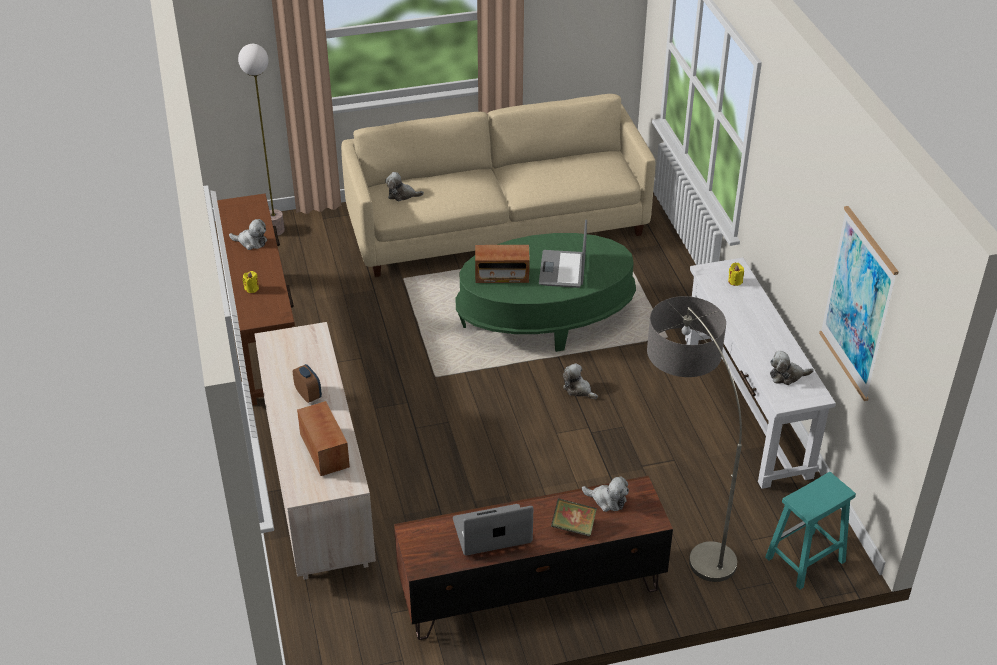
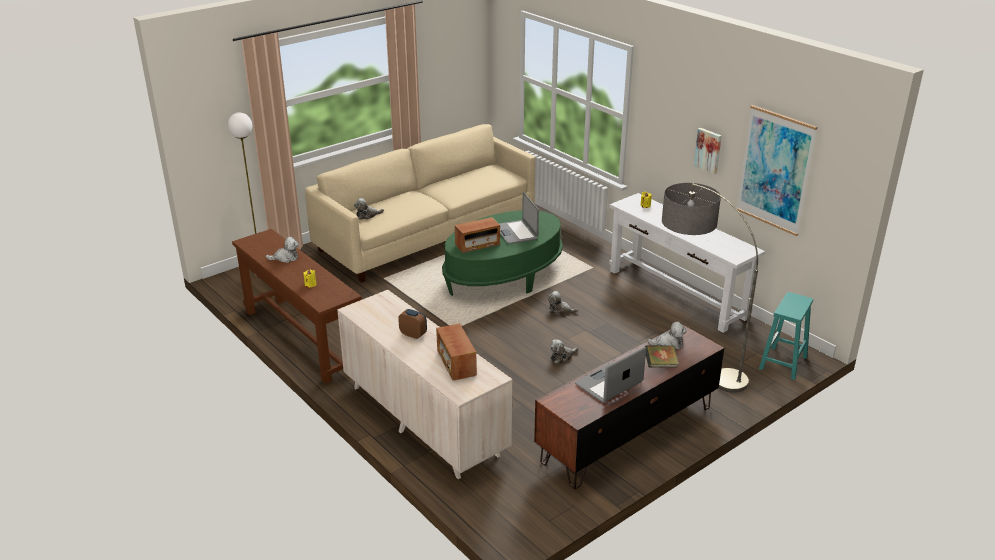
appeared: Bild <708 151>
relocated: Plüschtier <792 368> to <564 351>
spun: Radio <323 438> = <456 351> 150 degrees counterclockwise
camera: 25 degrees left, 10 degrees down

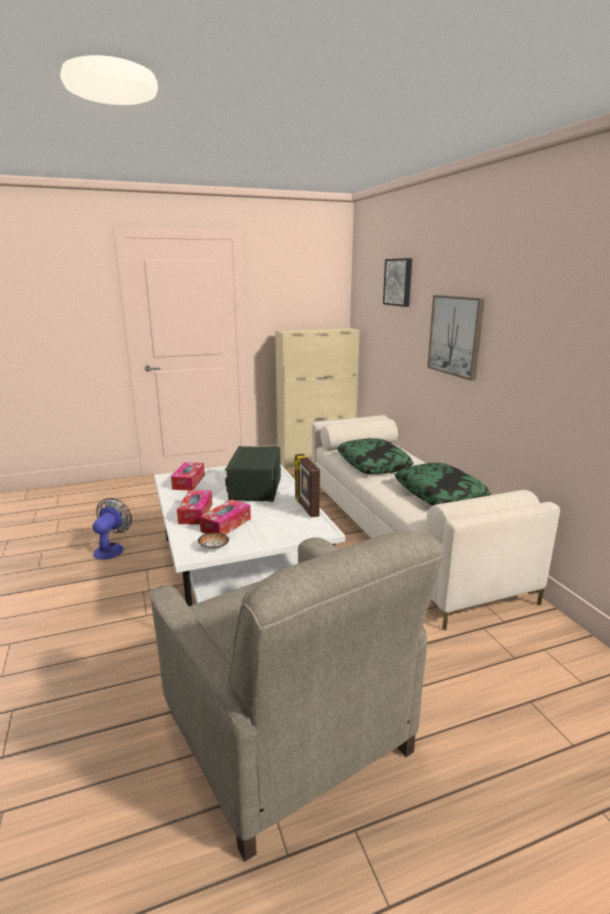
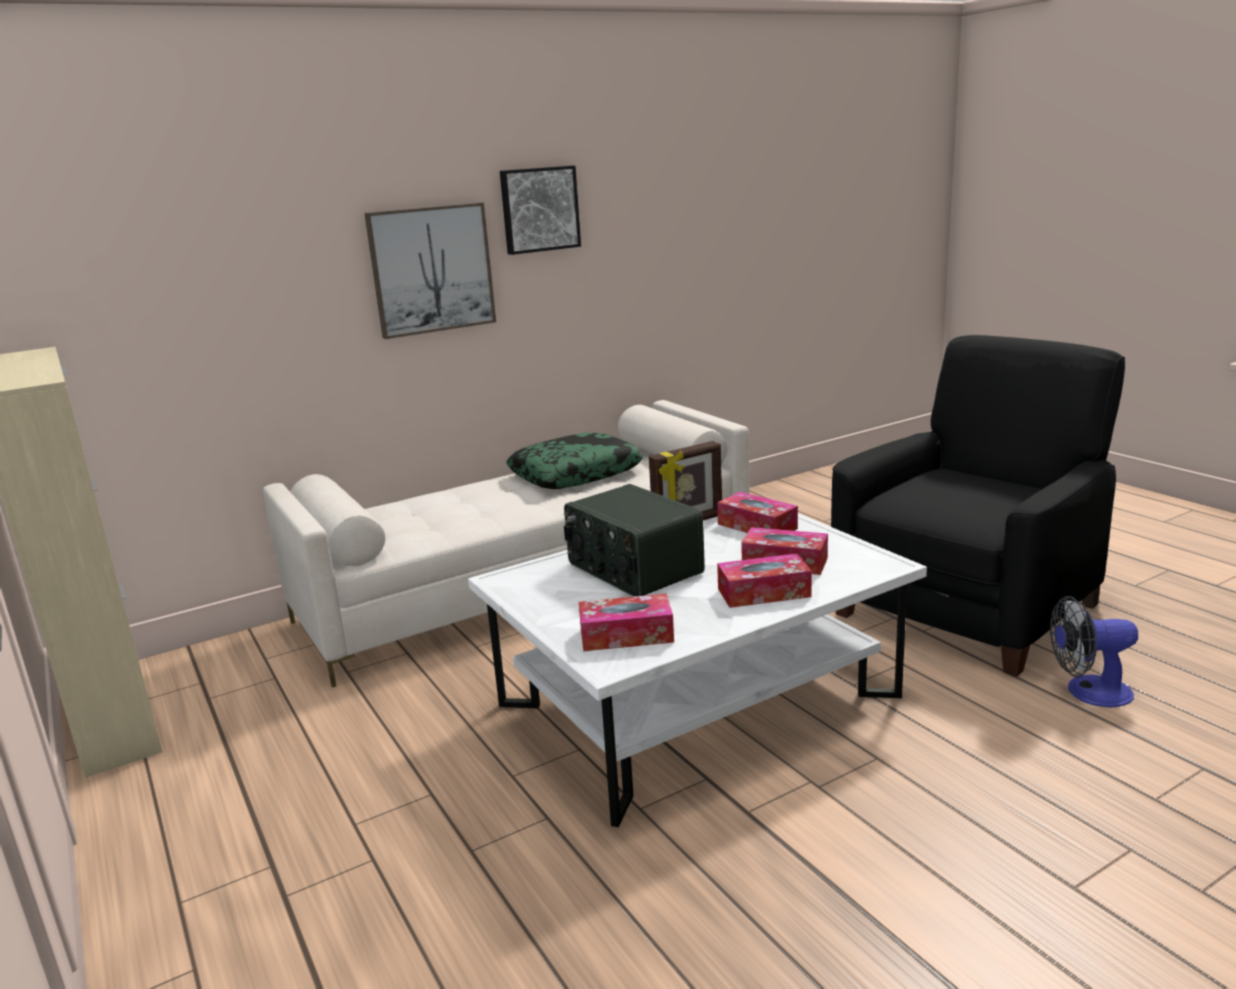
missing: Kissen <375 456>; Schüssel <213 541>
appeared: Taschentuchbox <757 512>
relocated: Bild <397 282> to <540 210>; Ventilator <112 529> to <1094 651>
colour: Sessel/beige <296 696> to Sessel/schwarz <978 506>
spun: Radio <253 474> = <634 540> 60 degrees clockwise
camera: 100 degrees left, 0 degrees up

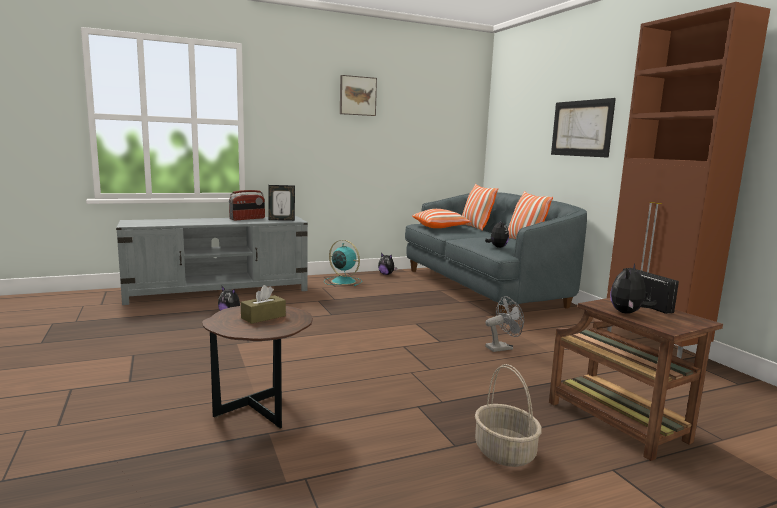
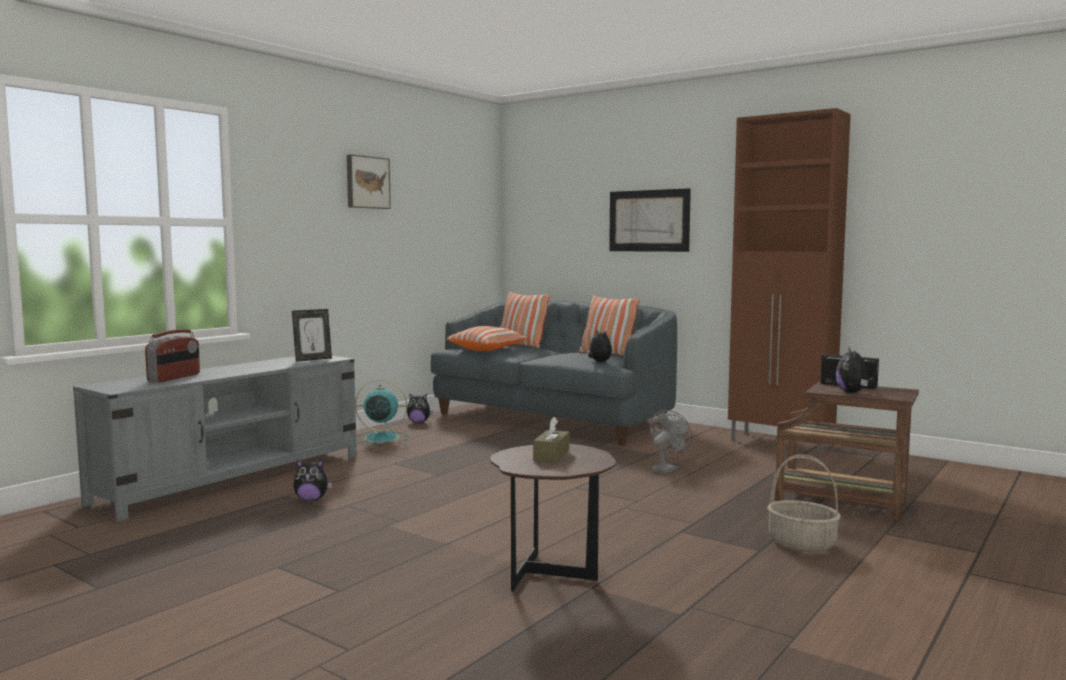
relocated: Radio <247 205> to <172 355>
camera: 30 degrees left, 5 degrees down

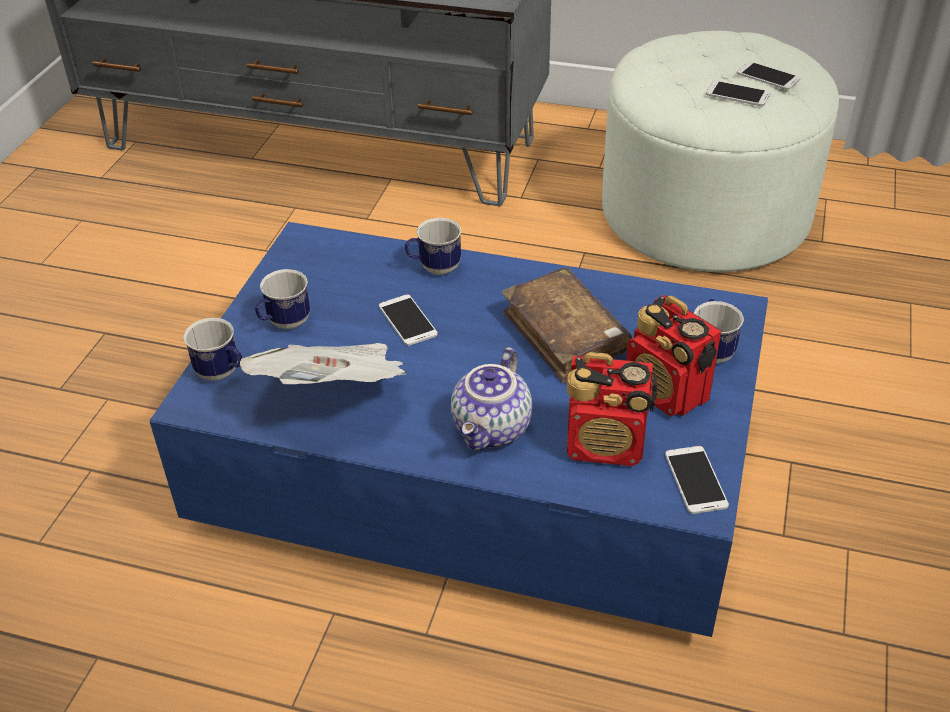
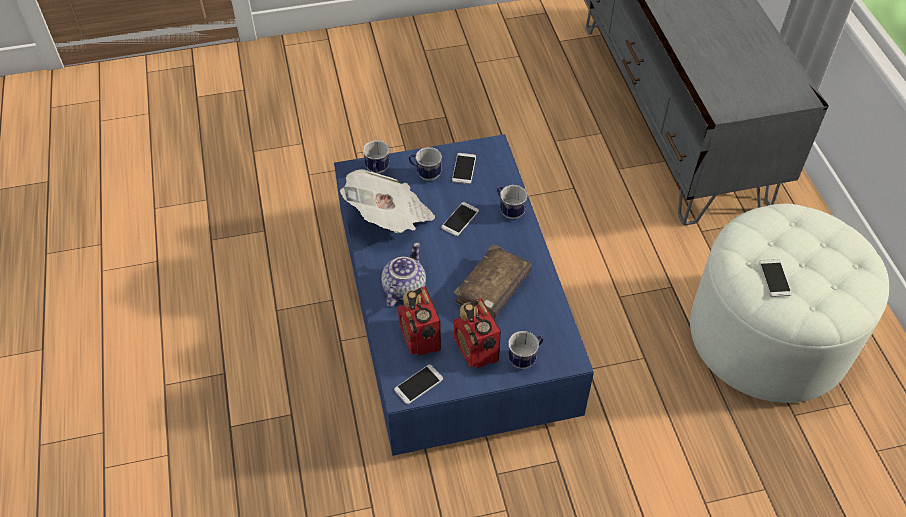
relocated: Handy <768 75> to <464 168>
spun: Radio <673 355> = <477 333> 45 degrees counterclockwise; Teekanne <491 398> = <403 274> 120 degrees clockwise
camera: 60 degrees right, 10 degrees up

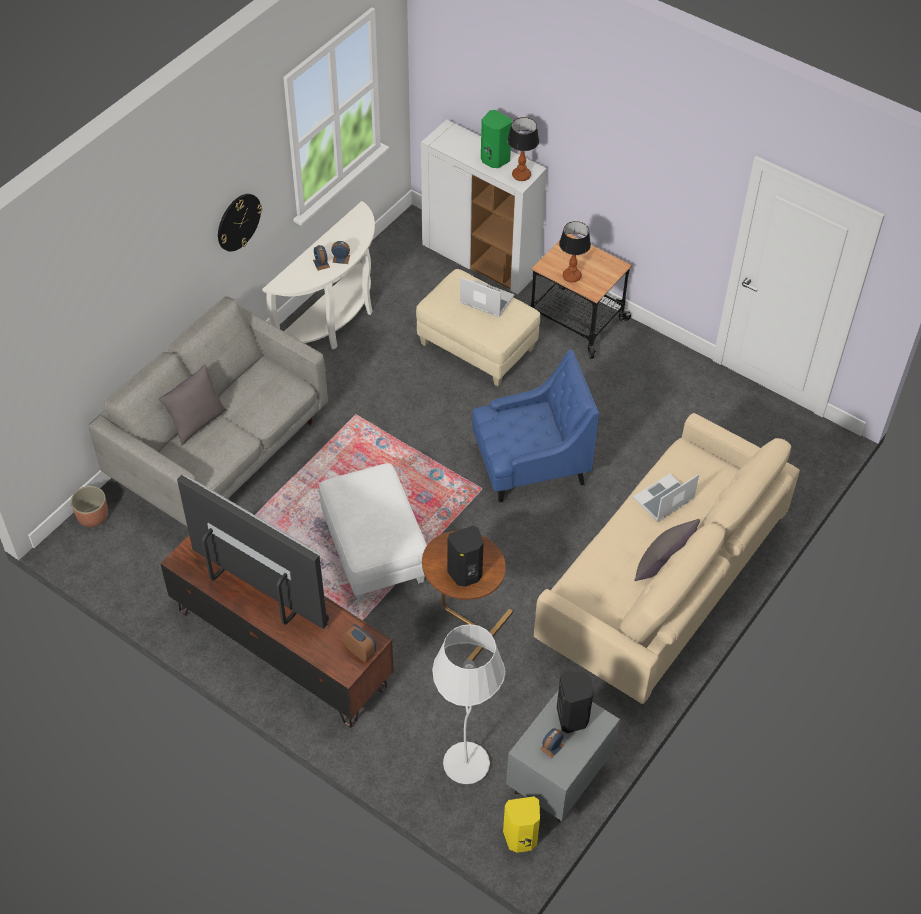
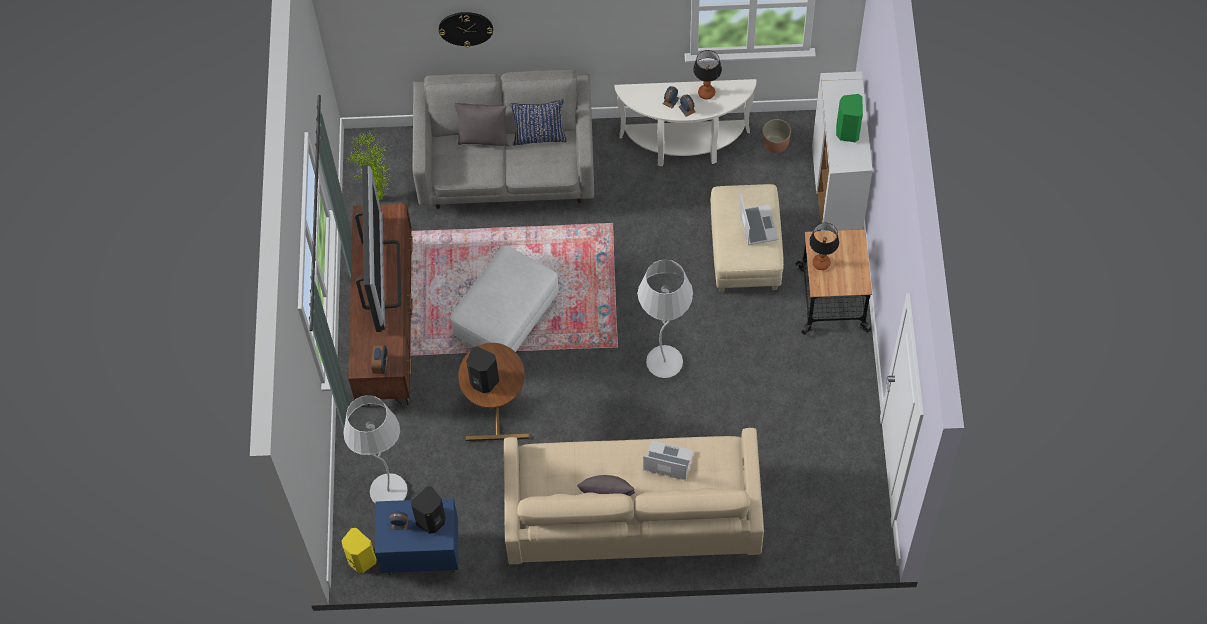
appeared: Kissen/blau <538 122>; Topfpflanze <368 164>
relocated: Tischlampe <523 149> to <707 75>; Wanduhr <240 223> to <466 29>; Pflanzkübel <89 506> to <776 136>
exchanged: Sessel/blau <535 426> to Stehlampe/weiß <665 318>
colour: Nachttisch/grau <563 756> to Nachttisch/blau <416 536>
camera: 55 degrees right, 10 degrees up

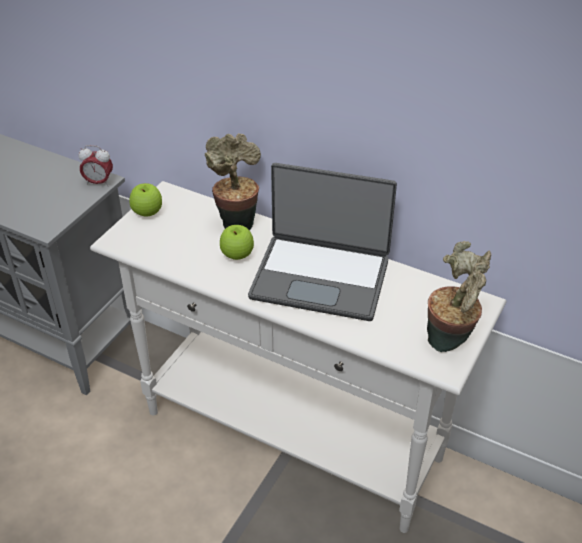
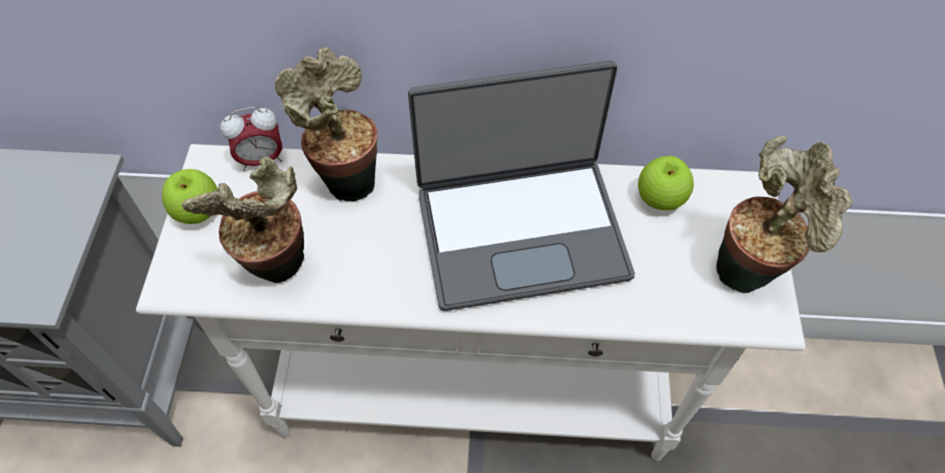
appeared: Topfpflanze <243 220>
relocated: Wecker <95 166> to <251 139>; Apfel <237 242> to <666 183>
camera: 25 degrees left, 15 degrees up

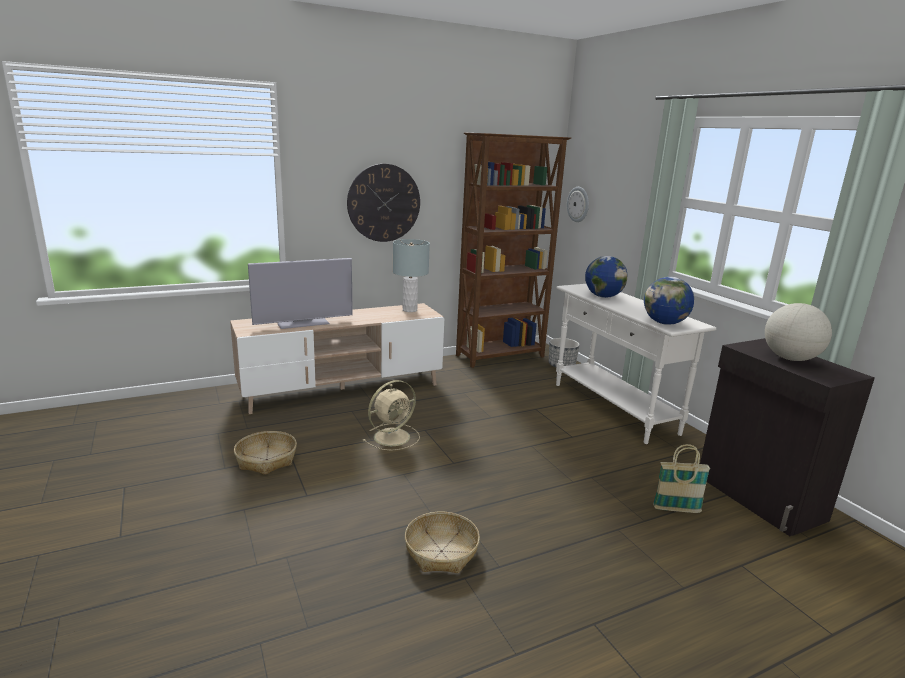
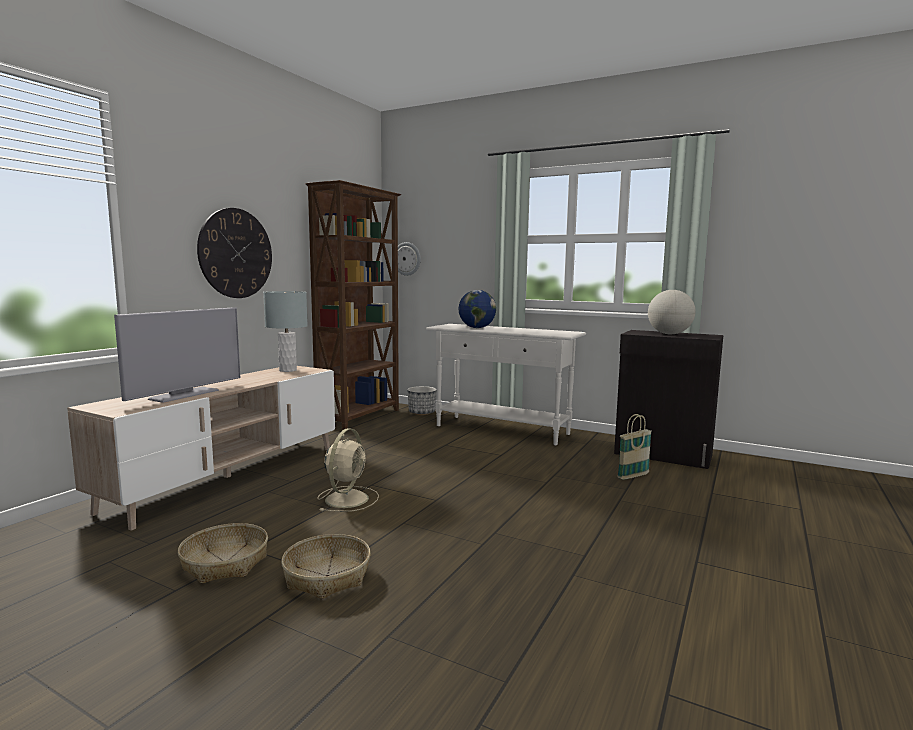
missing: Globus <669 301>
relocated: Korb <442 542> to <326 566>
camera: 35 degrees left, 10 degrees down

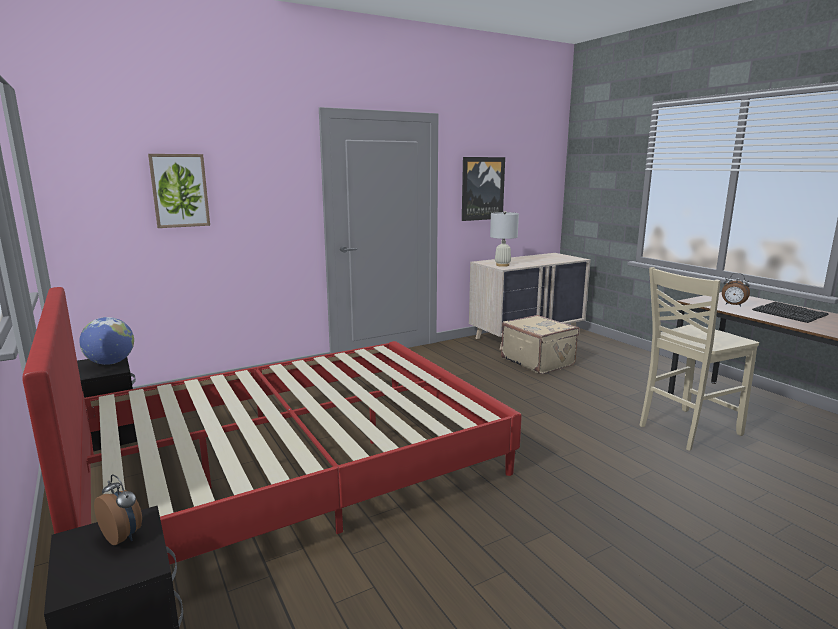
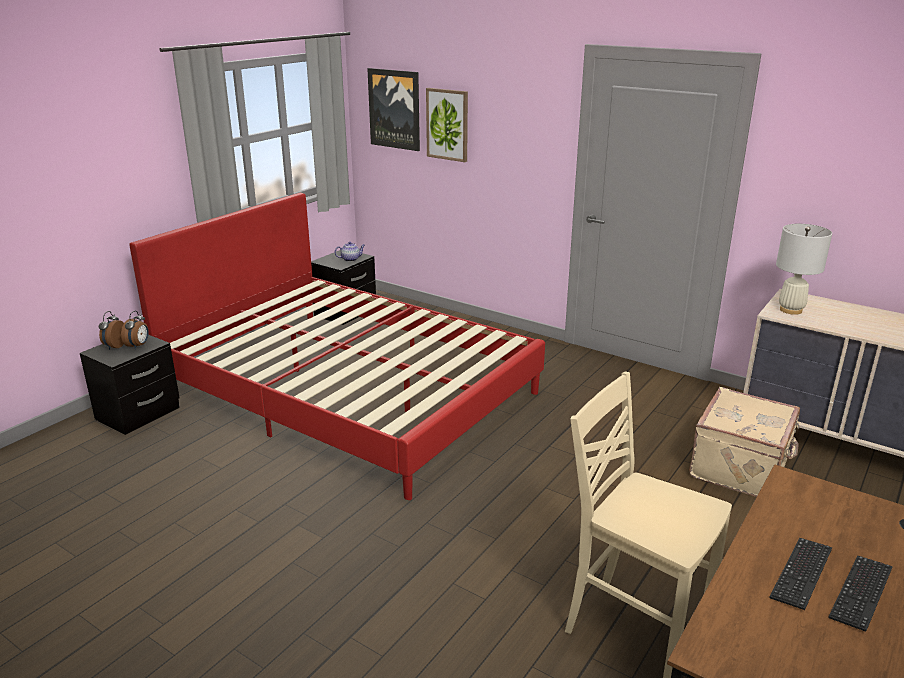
relocated: Bild <483 189> to <393 109>; Wecker <736 290> to <111 330>
exchanged: Globus <106 341> to Teekanne <350 252>
camera: 65 degrees right, 10 degrees up

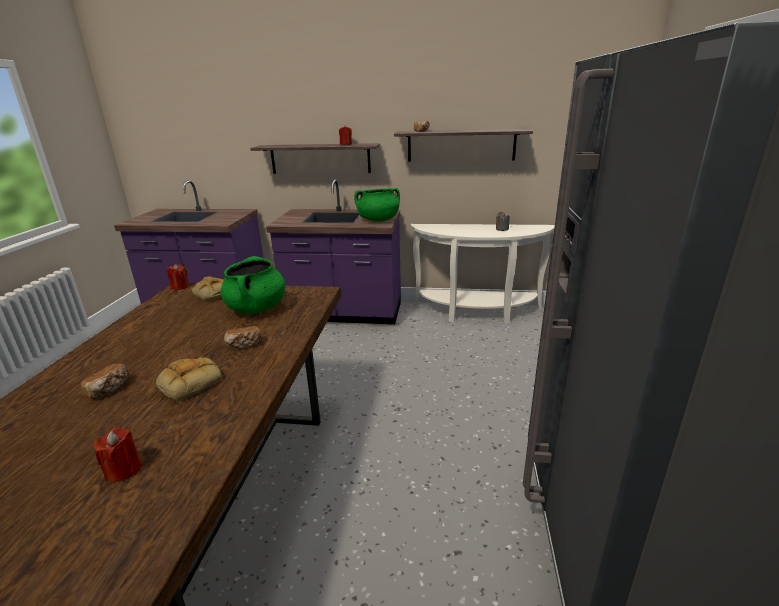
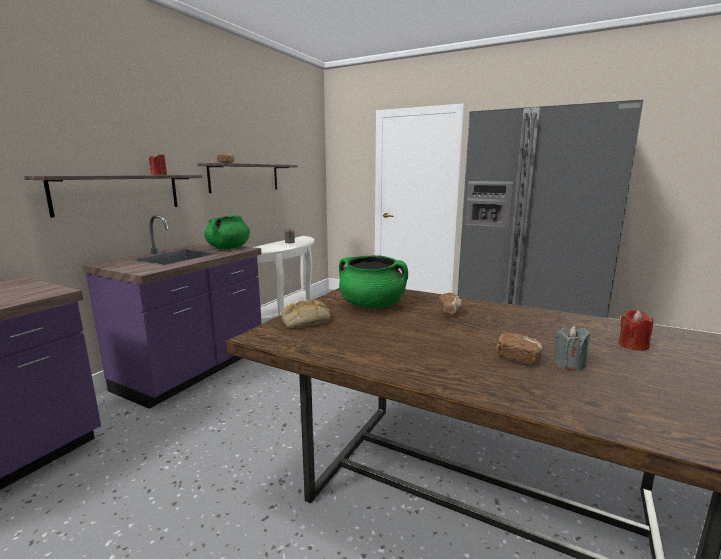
missing: Kerze/rot <178 277>; Brot <189 379>
appeared: Kerze/grau <572 348>
camera: 70 degrees left, 10 degrees down

